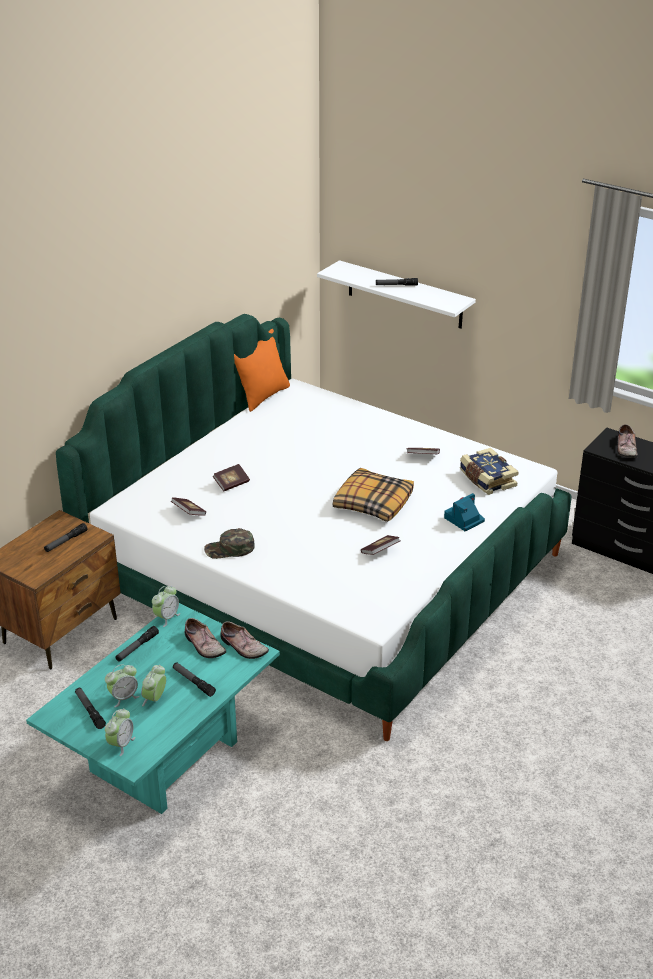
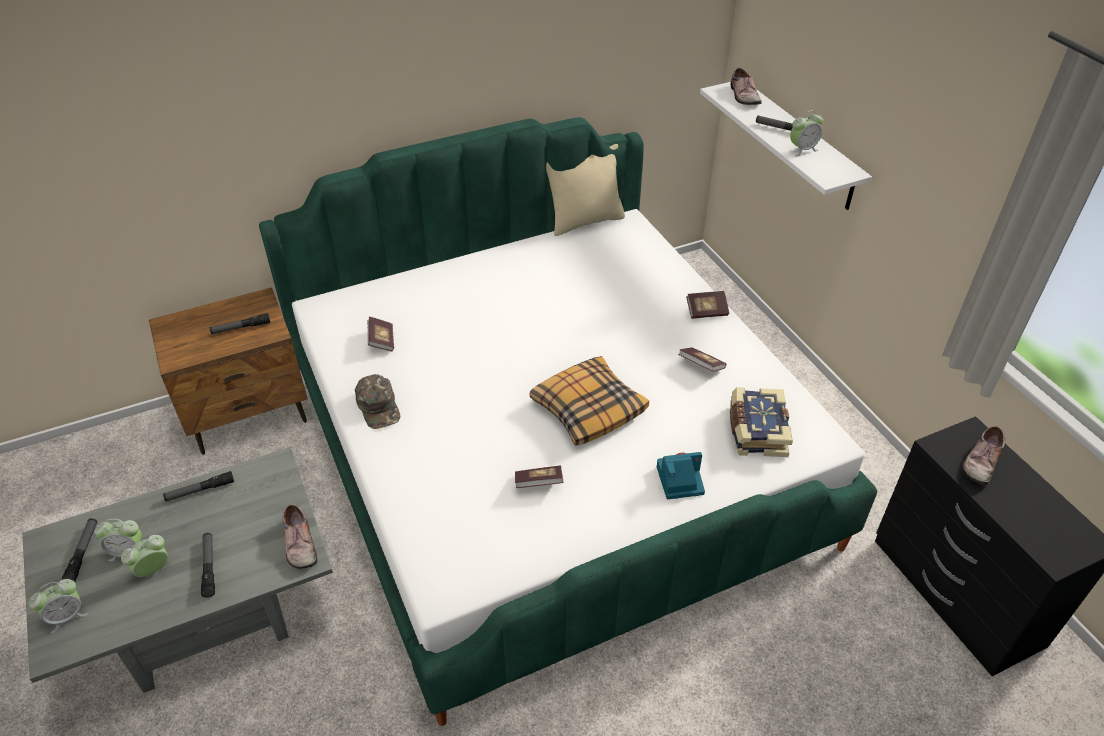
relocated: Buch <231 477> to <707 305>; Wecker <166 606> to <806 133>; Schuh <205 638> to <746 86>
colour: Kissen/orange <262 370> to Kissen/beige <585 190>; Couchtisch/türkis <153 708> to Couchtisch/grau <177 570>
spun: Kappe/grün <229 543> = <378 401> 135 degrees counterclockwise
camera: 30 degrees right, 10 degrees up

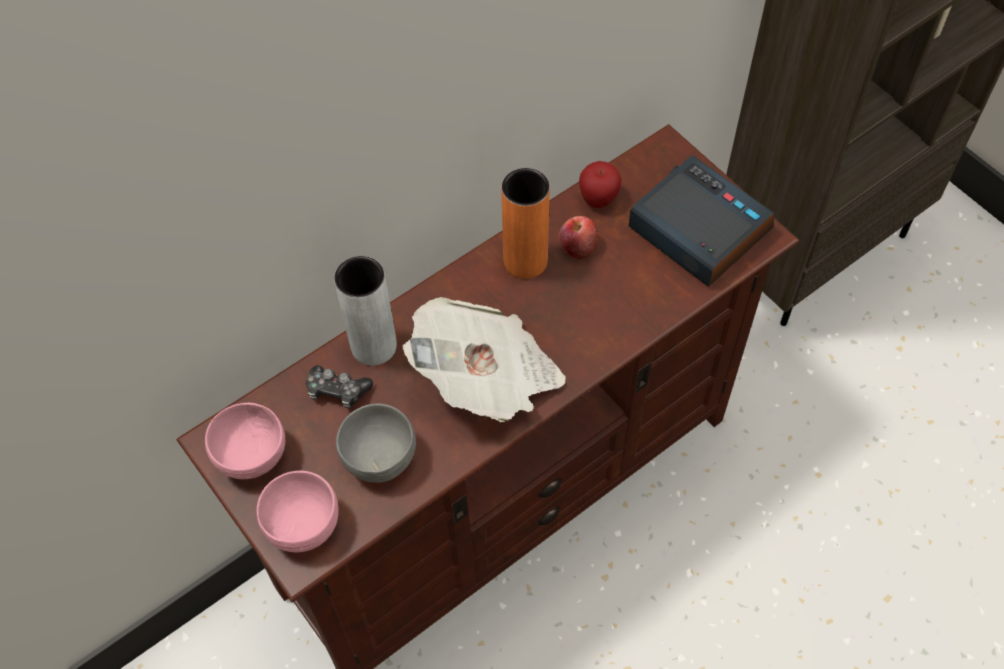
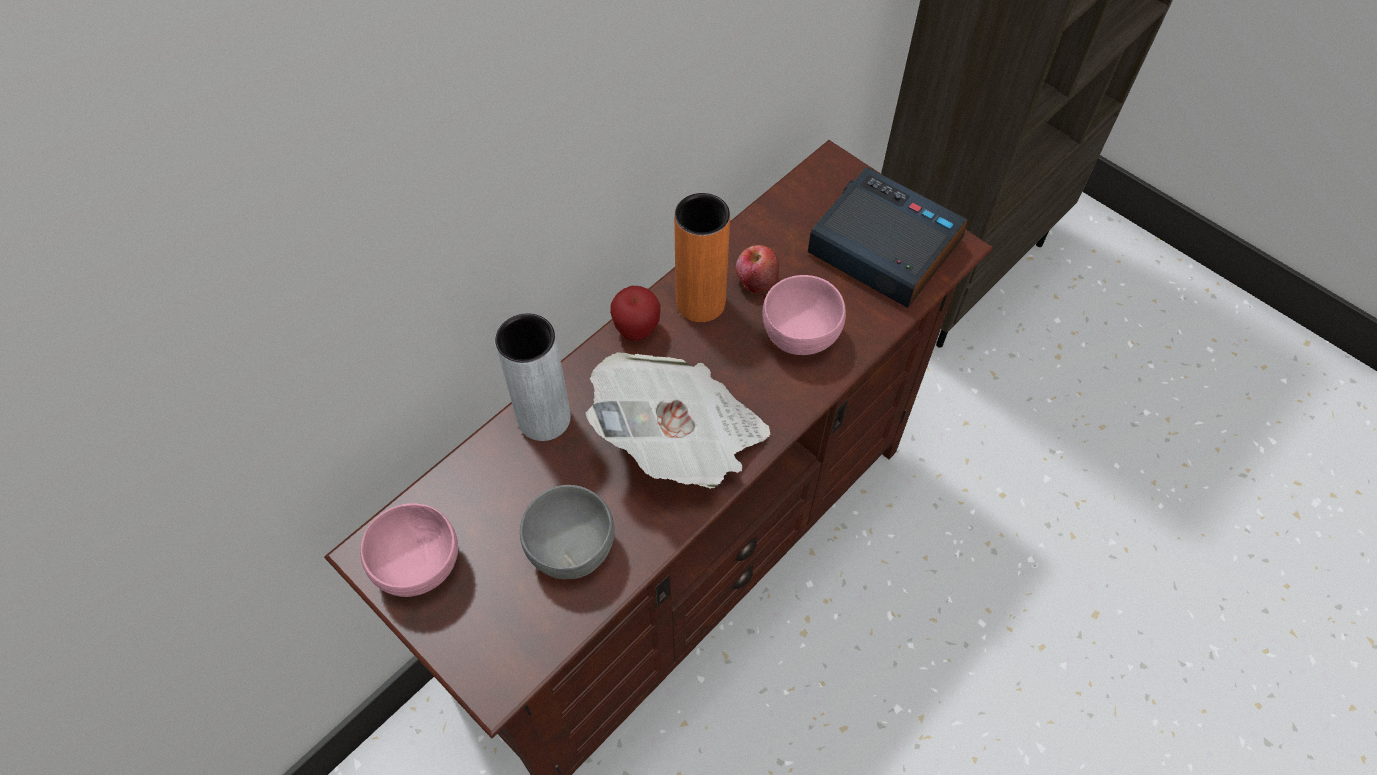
missing: Gamepad <339 387>
relocated: Apfel <600 184> to <635 313>; Schüssel/rosa <298 511> to <804 315>
camera: 10 degrees left, 0 degrees up

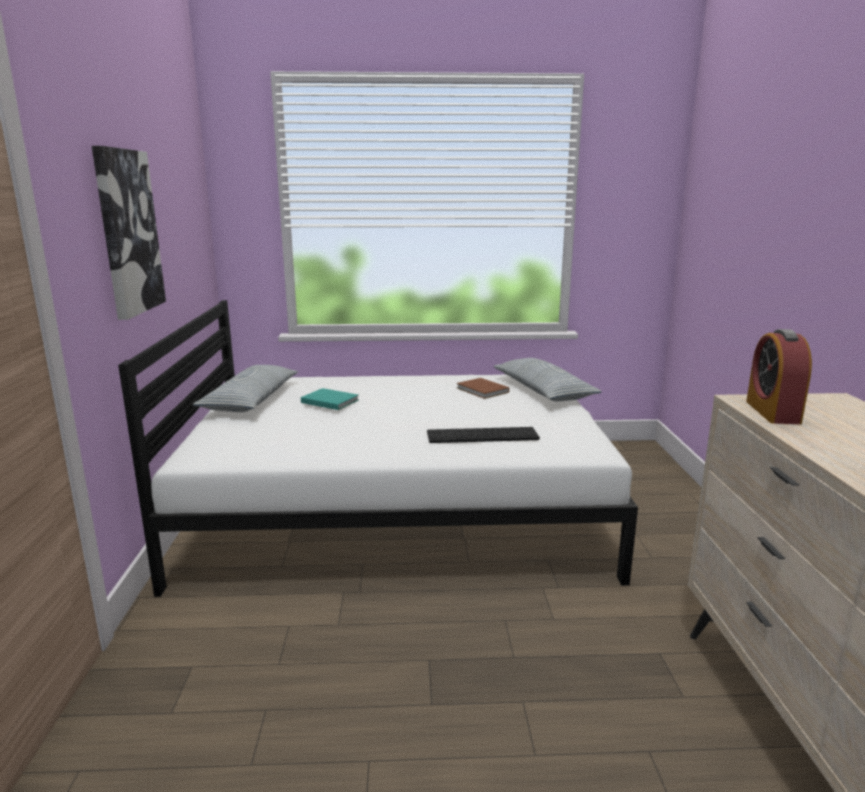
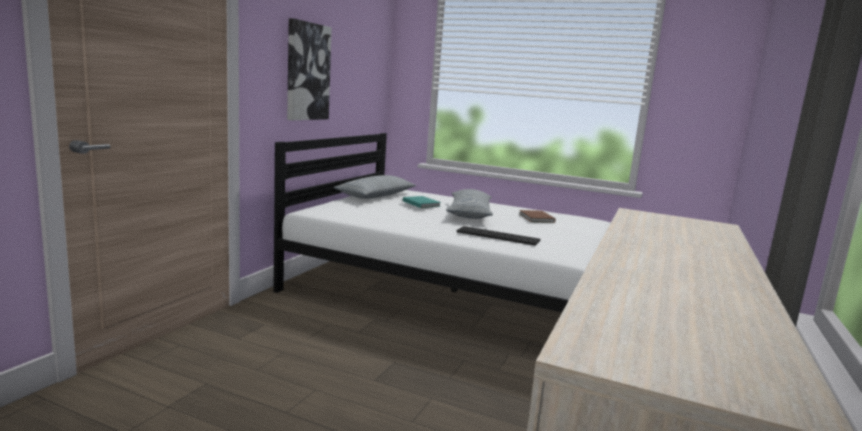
missing: Wecker <779 376>
relocated: Kissen <547 380> to <469 204>
camera: 25 degrees right, 5 degrees down

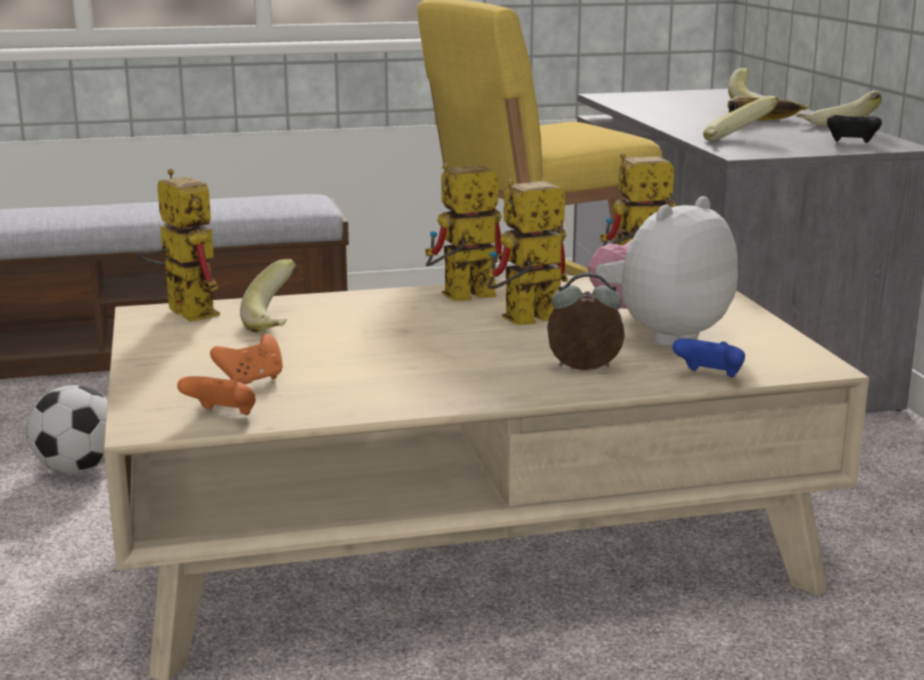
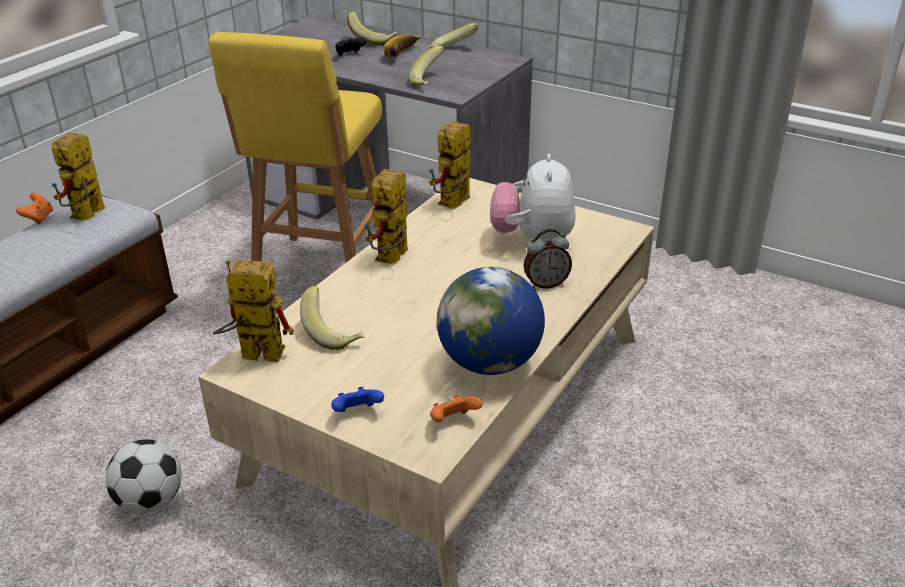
appeared: Globus <491 321>
relocated: Gamepad/schwarz <854 129> to <351 46>; Spielzeugroboter <526 252> to <78 177>; Gamepad/orange <246 359> to <34 208>; Gamepad/blau <708 358> to <357 399>
spun: Wecker <586 321> = <548 259> 150 degrees counterclockwise
camera: 45 degrees left, 15 degrees up

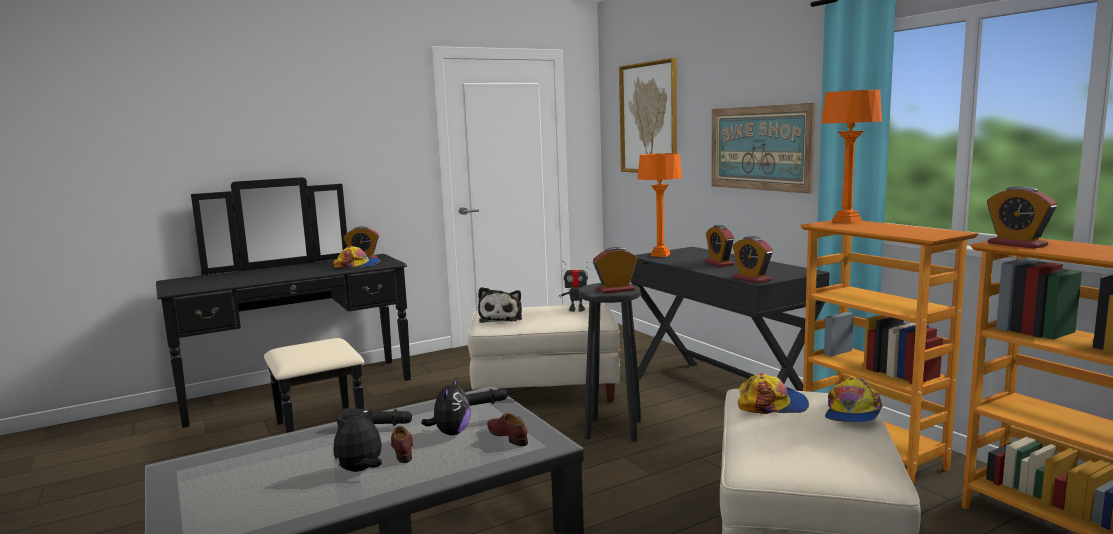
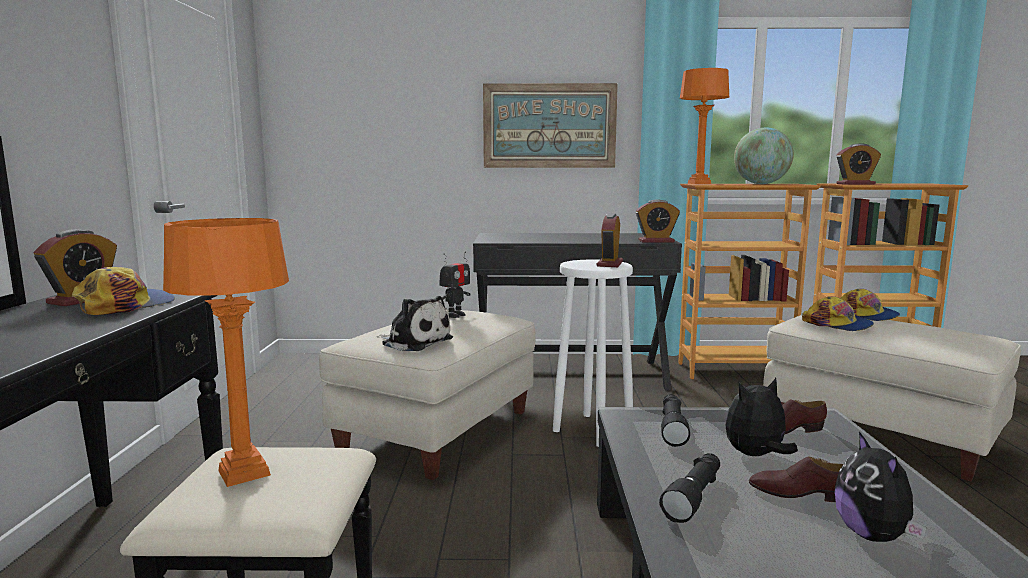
missing: Bild <648 115>; Wecker <720 246>
appeared: Globus <764 156>
relocated: Tischlampe/orange <659 205> to <226 352>
colour: Hocker/schwarz <610 362> to Hocker/weiß <593 353>
spun: Kappe <773 393> = <838 313> 105 degrees clockwise; Plüschtier <446 406> = <762 417> 60 degrees counterclockwise
camera: 60 degrees left, 0 degrees up

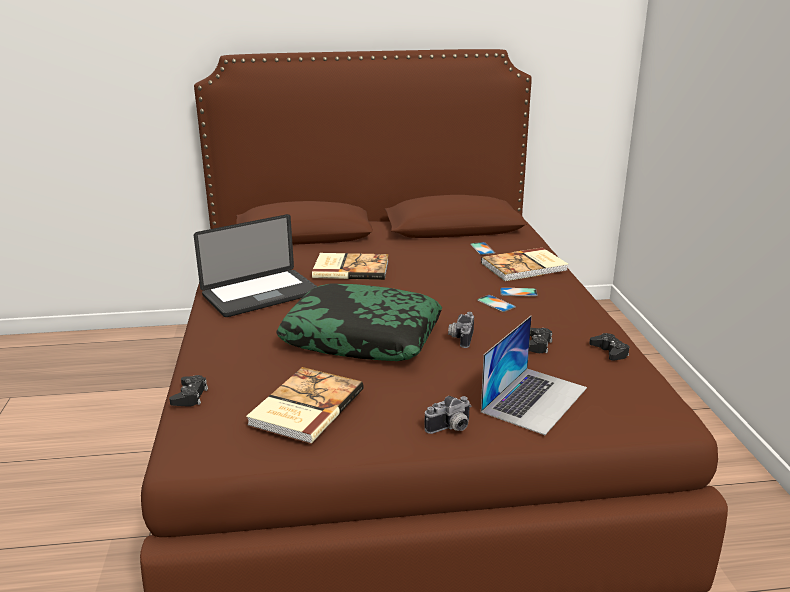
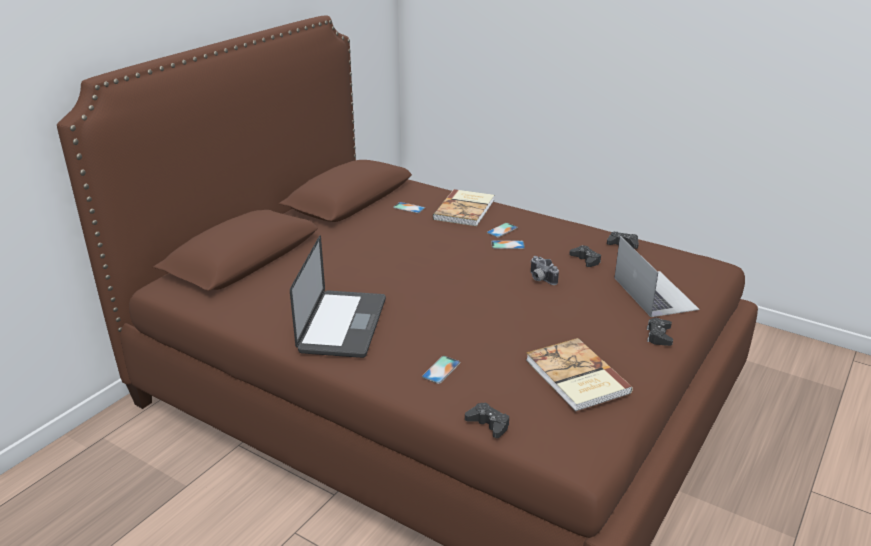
missing: Buch <350 266>; Kissen <359 322>
appeared: Handy <441 370>
exchanged: Kamera <447 415> to Gamepad/schwarz <660 332>
camera: 50 degrees left, 5 degrees up

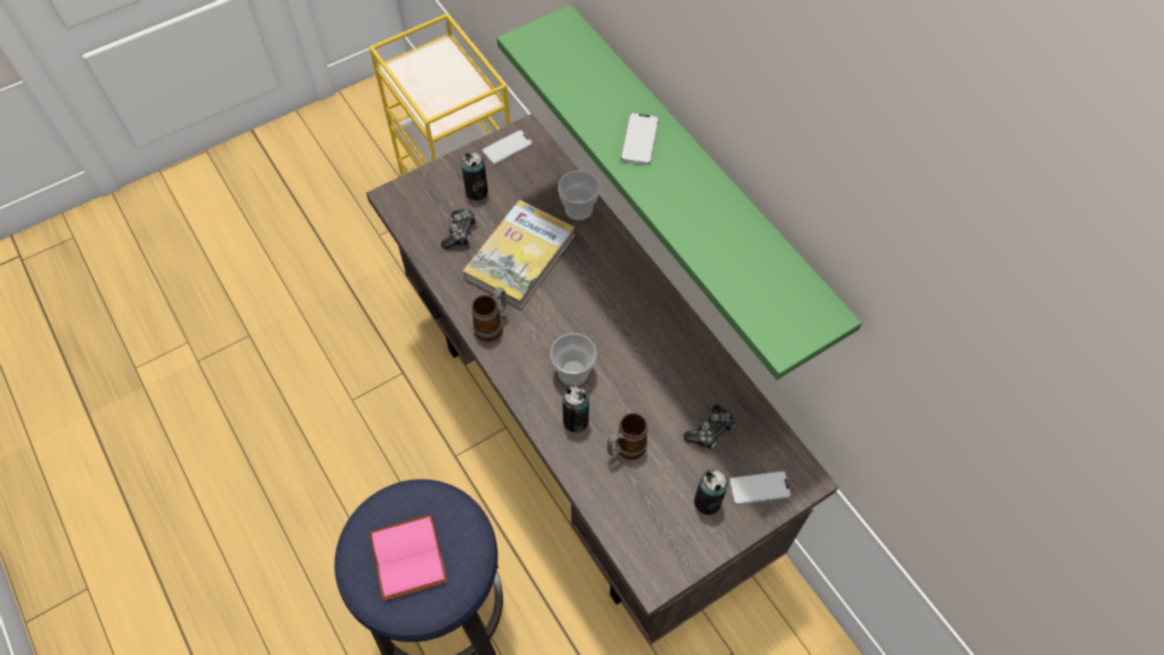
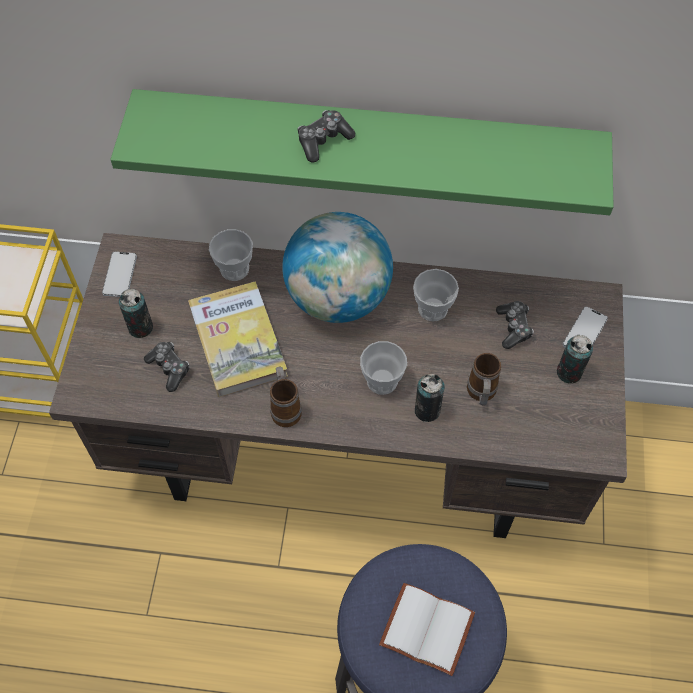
appeared: Globus <337 267>; Tasse <436 295>
exchanged: Handy <640 139> to Gamepad <326 136>
colour: Buch/rosa <408 557> to Buch/weiß <427 629>
camera: 50 degrees left, 0 degrees up

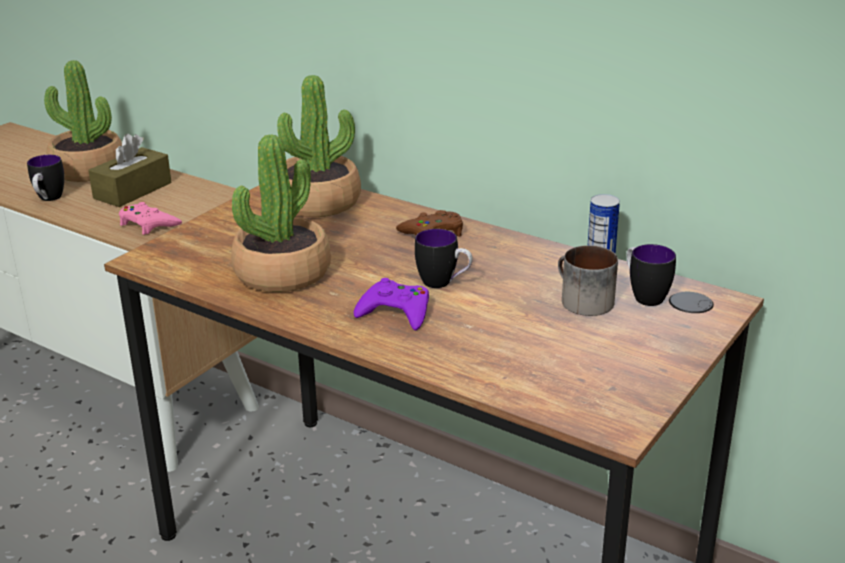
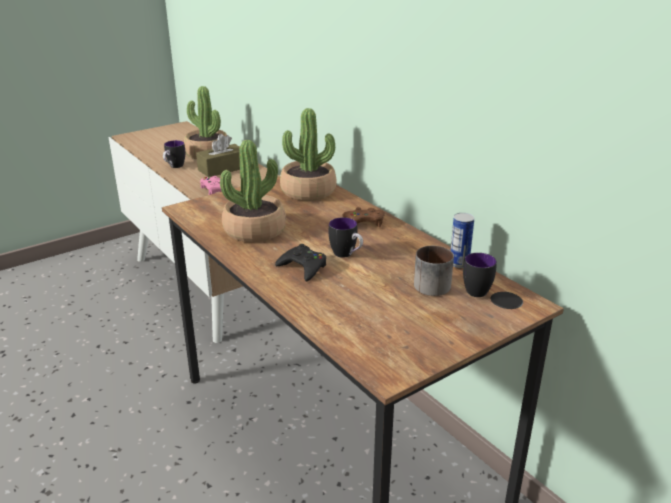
colour: Gamepad/lila <391 304> to Gamepad/schwarz <300 262>
camera: 20 degrees right, 0 degrees up

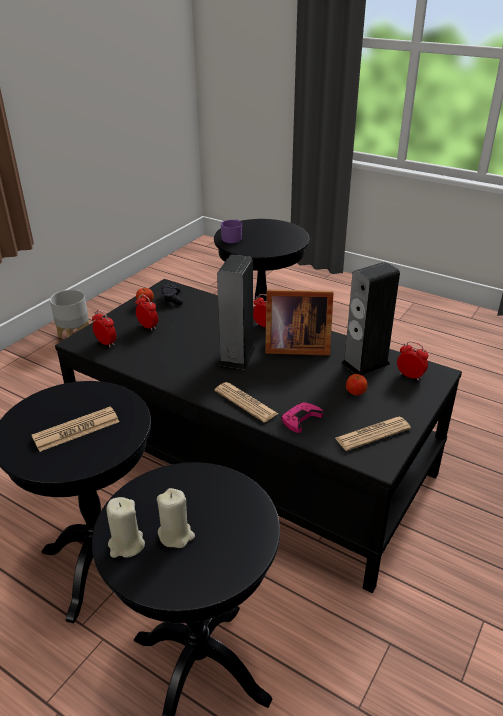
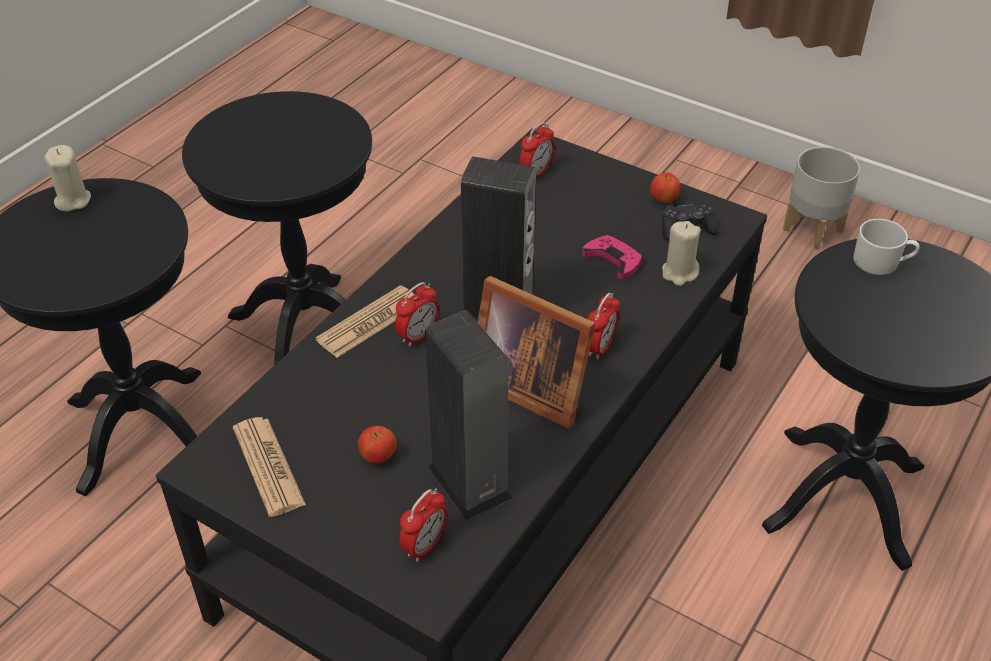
missing: Zeitung <75 429>
relocated: Wecker <146 312> to <417 314>; Gamepad/rosa <302 417> to <612 257>; Kerze/beige <176 518> to <681 253>
colour: Henkelbecher/lila <231 231> to Henkelbecher/weiß <886 247>
spun: Bilderrahmen <299 322> = <537 352> 60 degrees counterclockwise
camera: 90 degrees right, 10 degrees up

